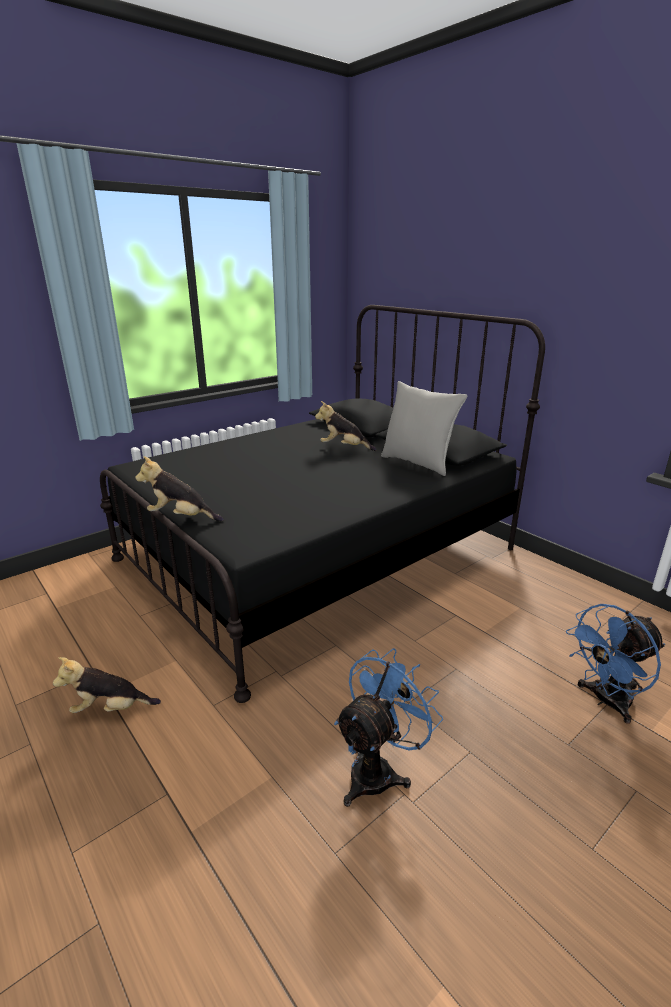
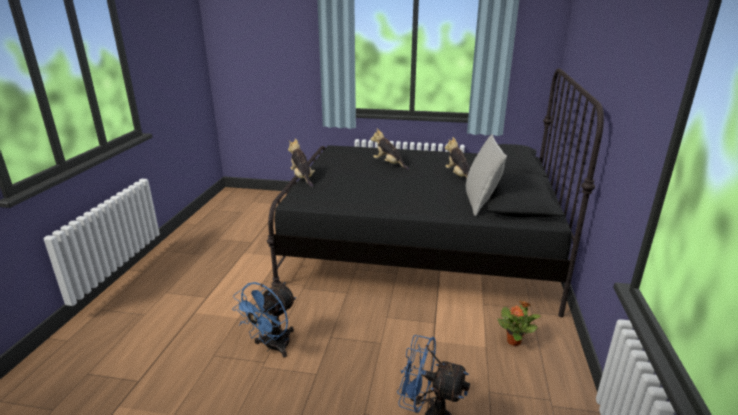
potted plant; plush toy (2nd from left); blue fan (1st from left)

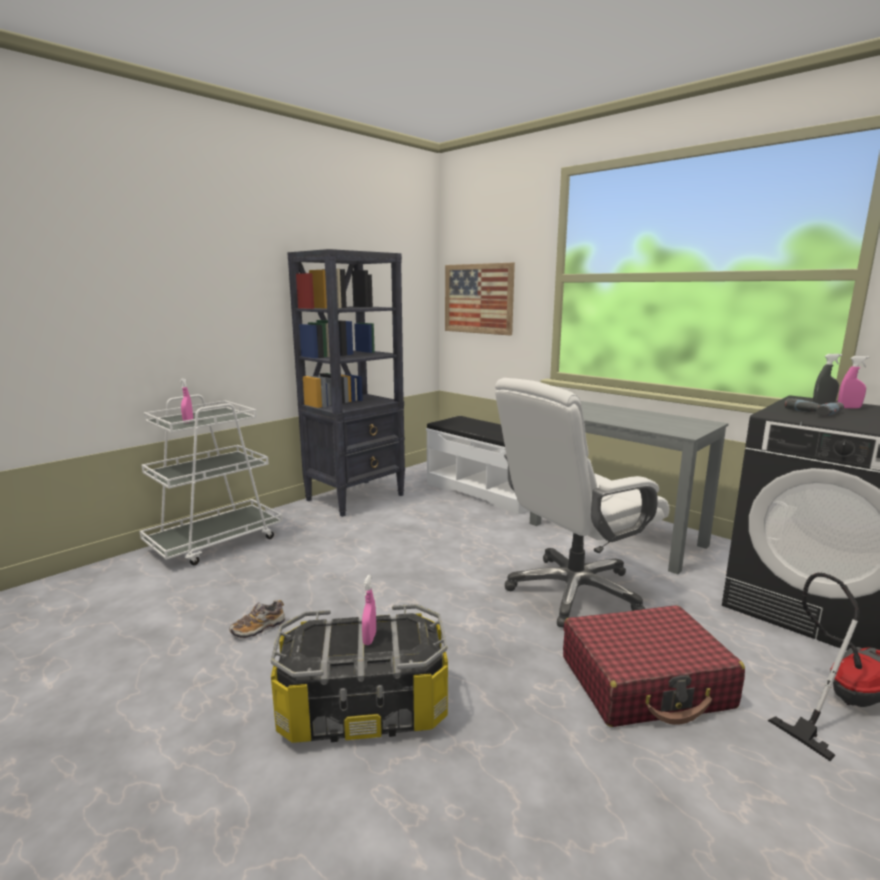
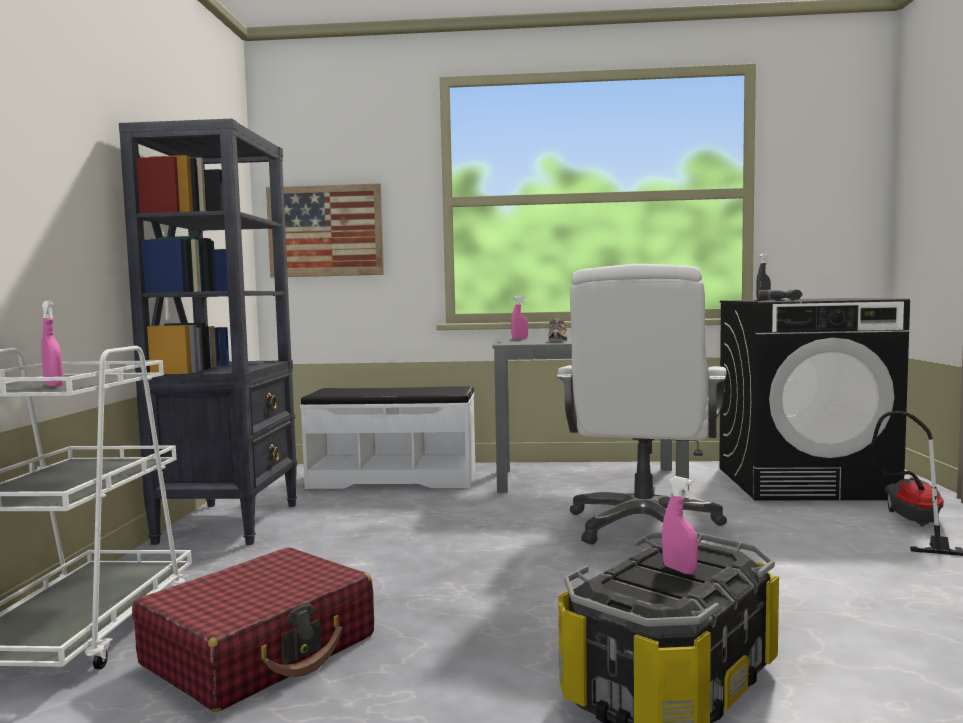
shoe; red suitcase; pink spray bottle (2nd from left)

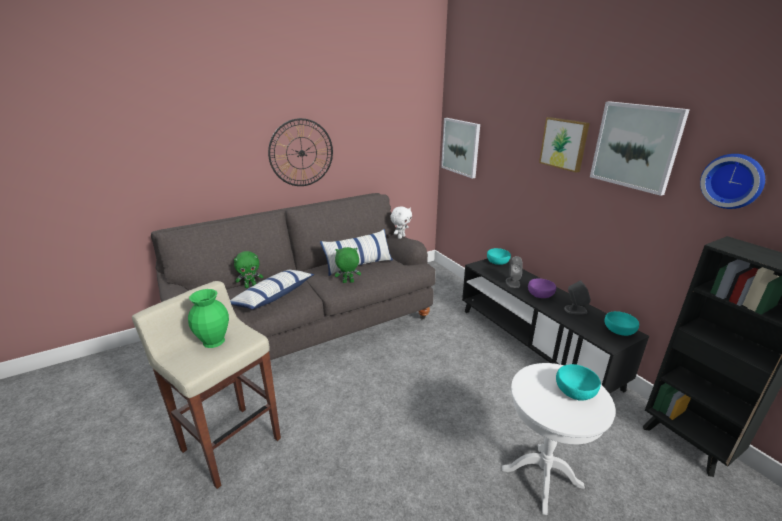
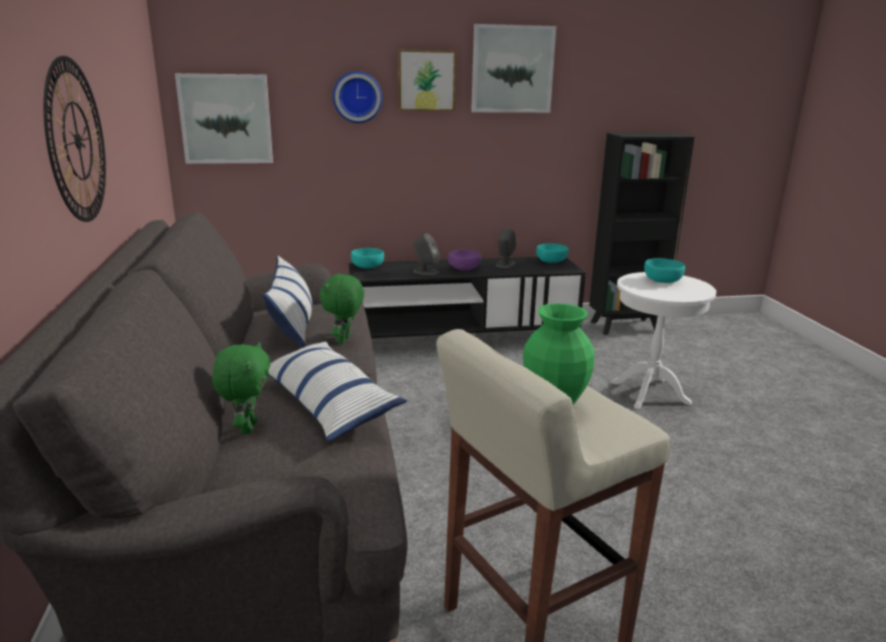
white plush toy; wall clock (2nd from left)

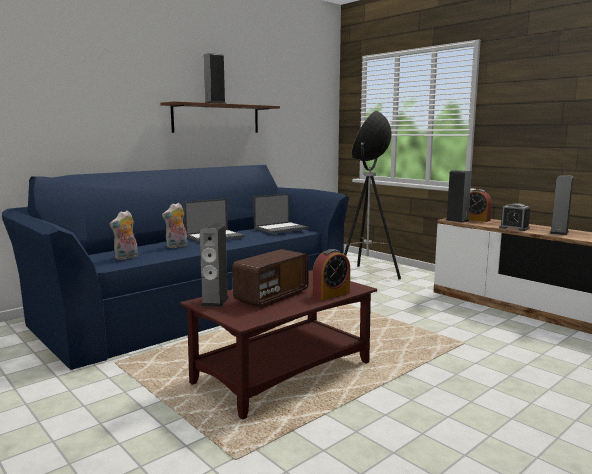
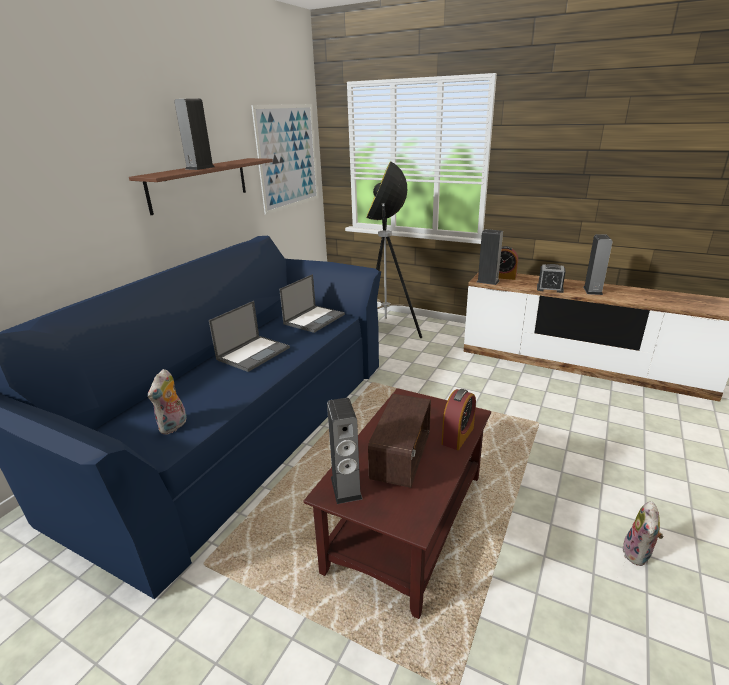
picture; plush toy (2nd from left)

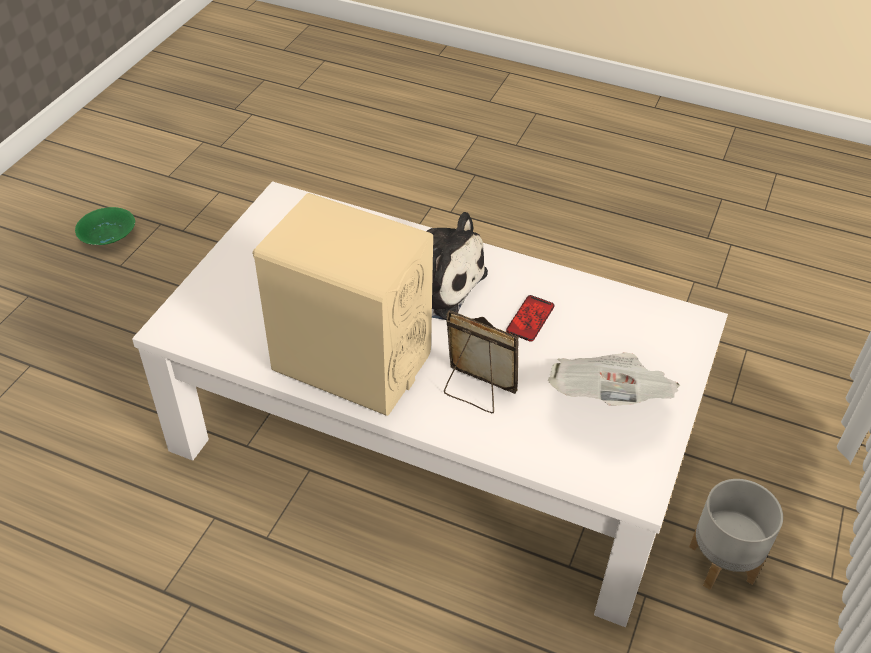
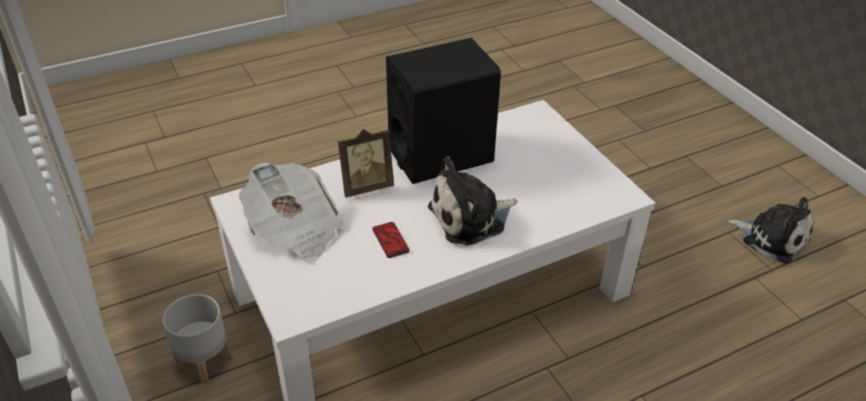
plush toy (2nd from left); black speaker

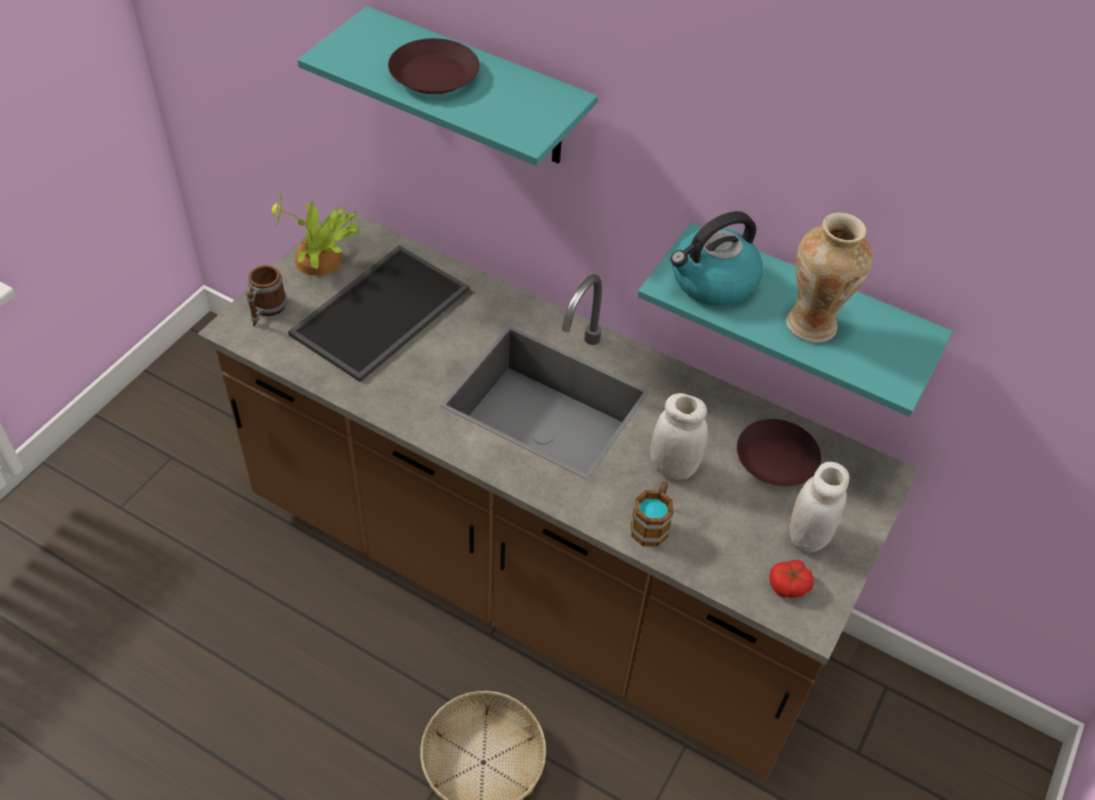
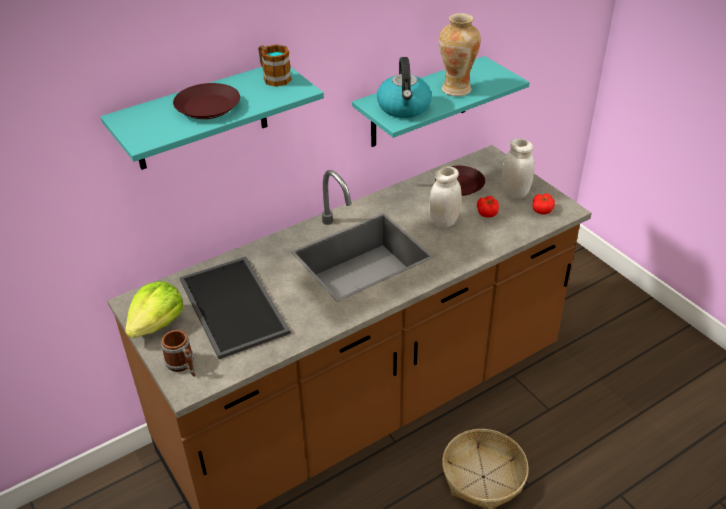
tomato (1st from left); mug (2nd from left); lettuce

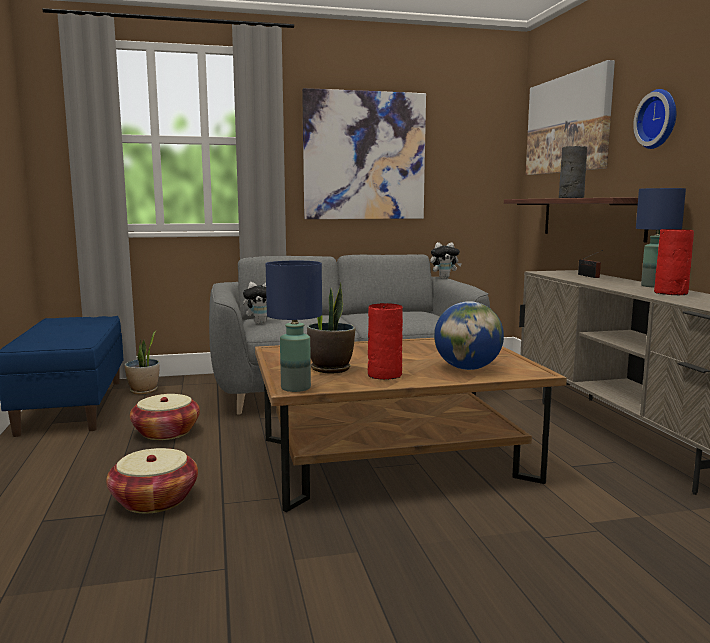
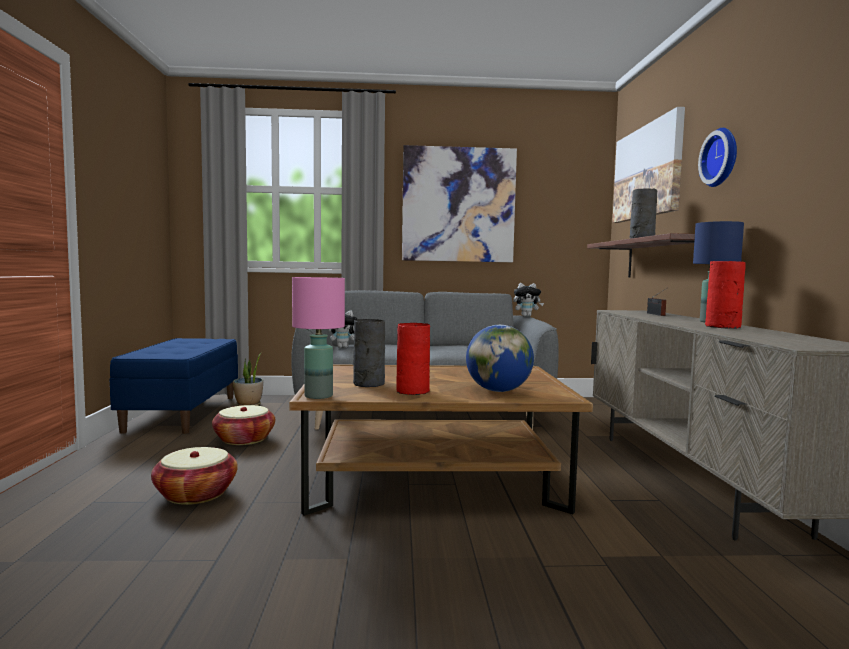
grey vase (1st from left); pink table lamp

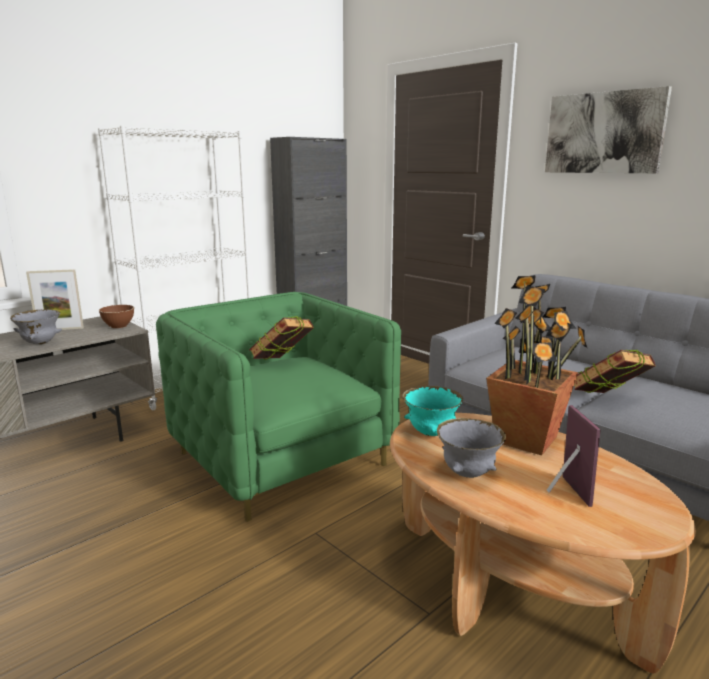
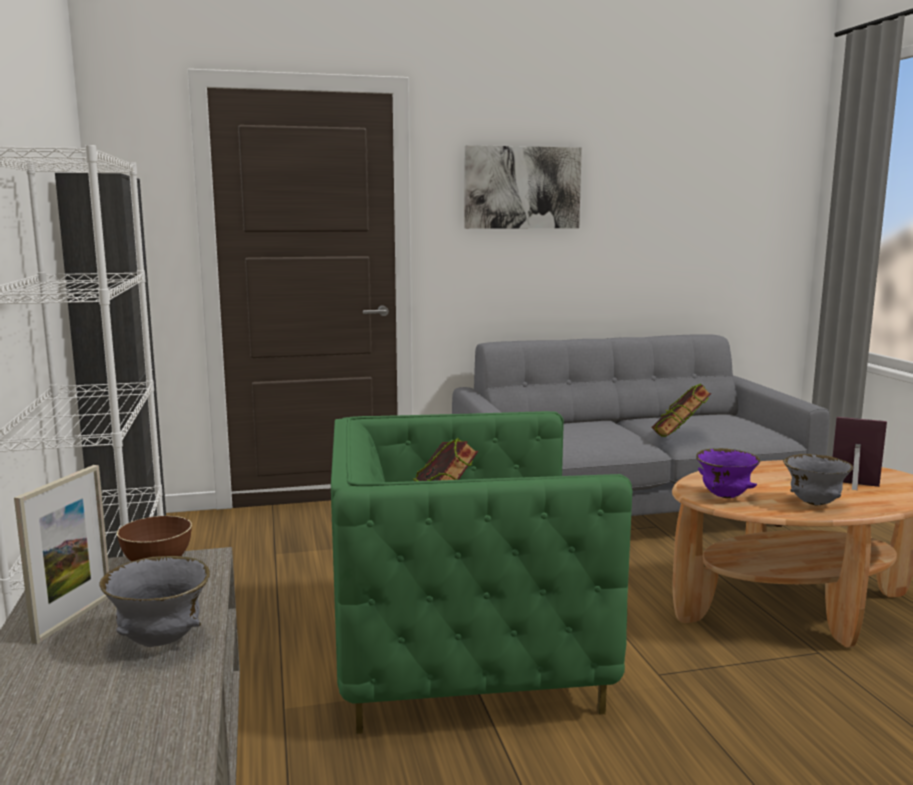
potted plant; purple bowl

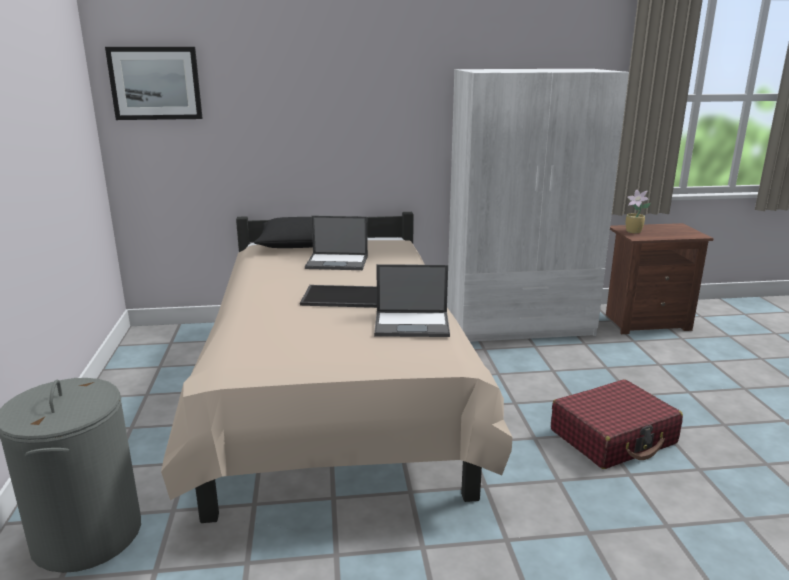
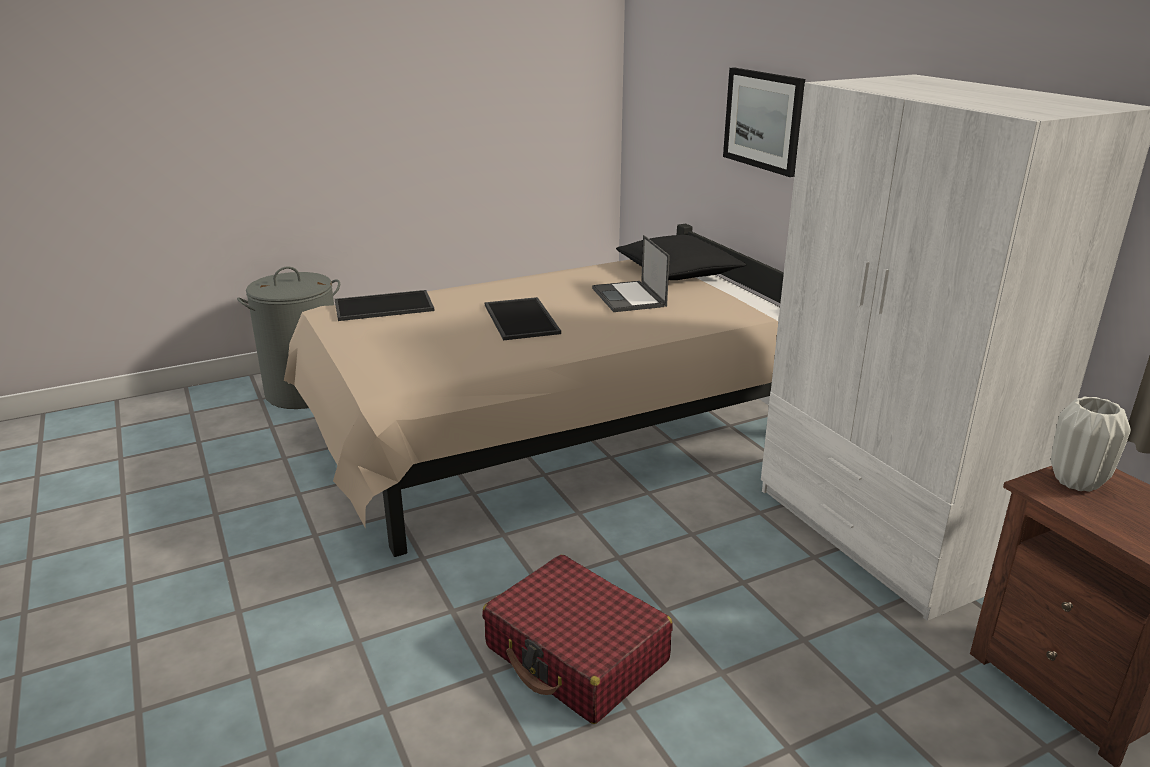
laptop (2nd from left in the first image); tray (1st from left); picture; white vase

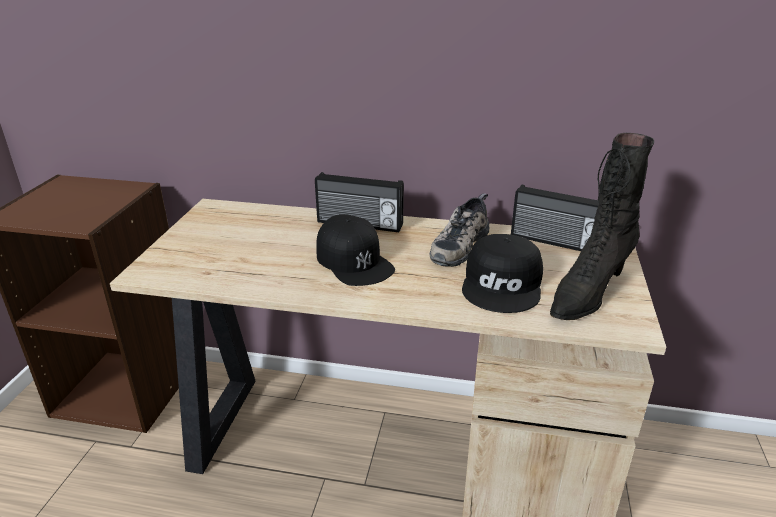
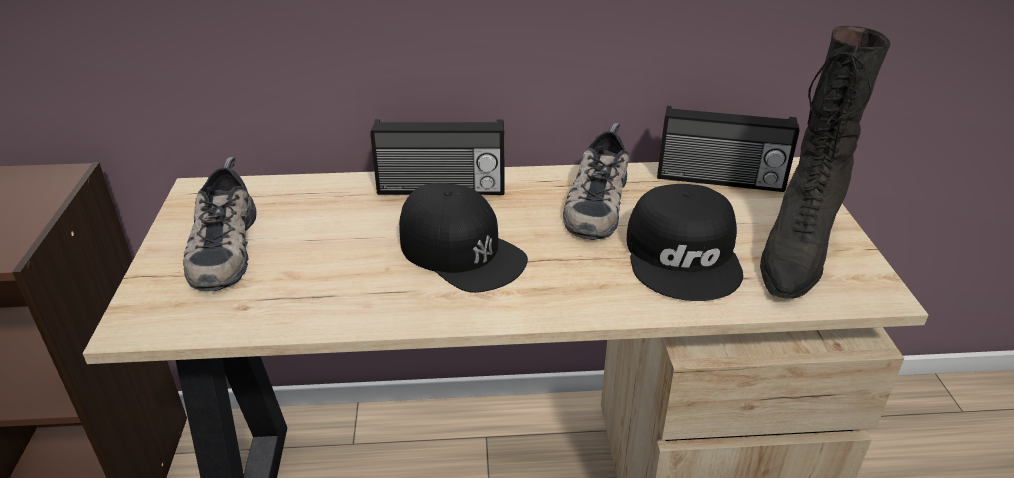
shoe (1st from left)

